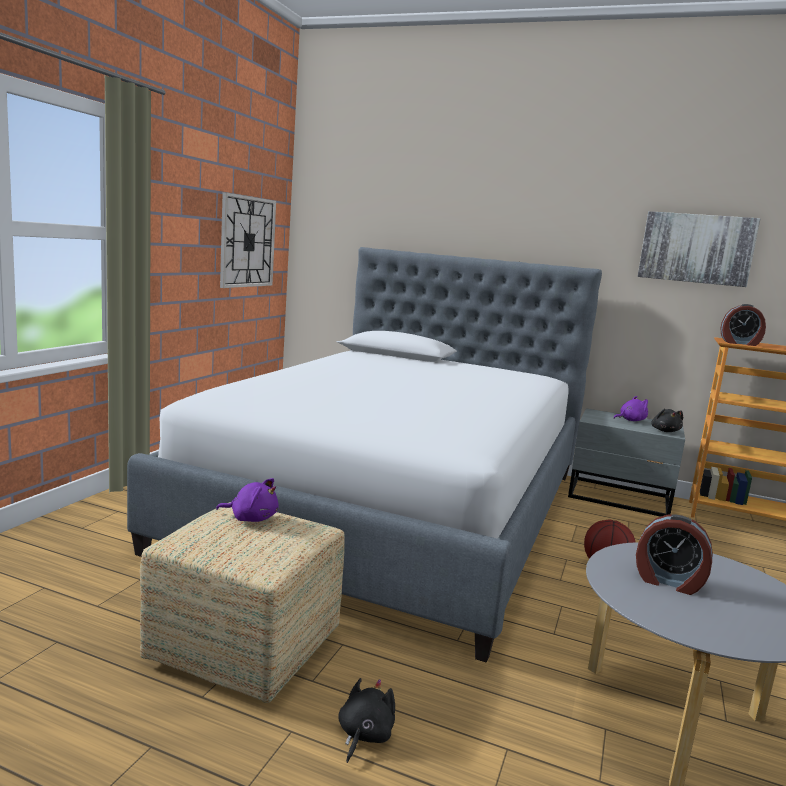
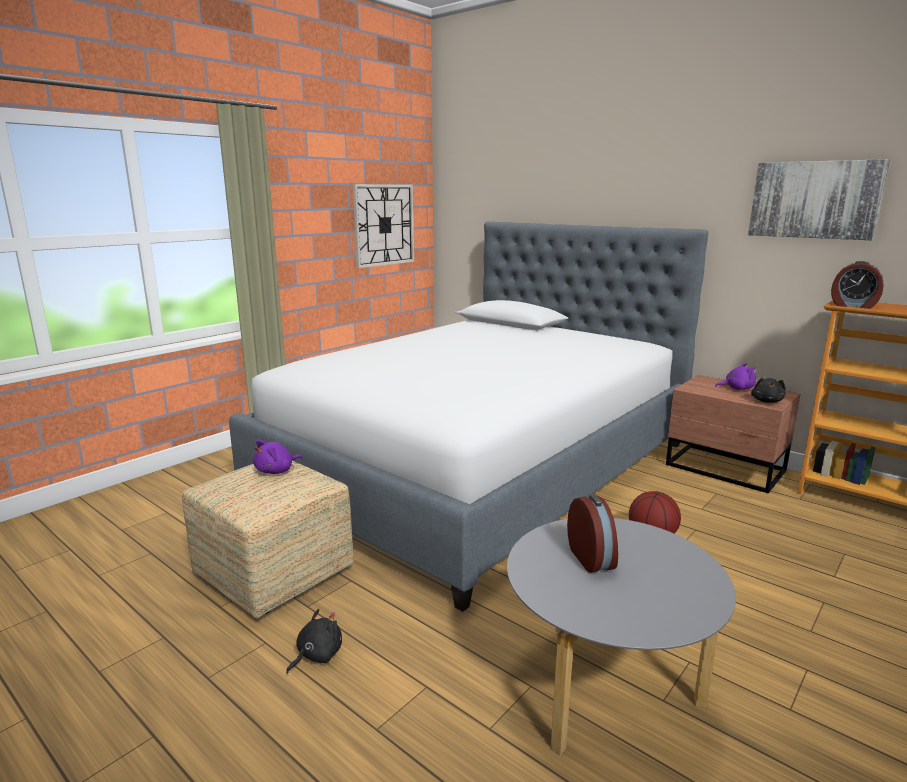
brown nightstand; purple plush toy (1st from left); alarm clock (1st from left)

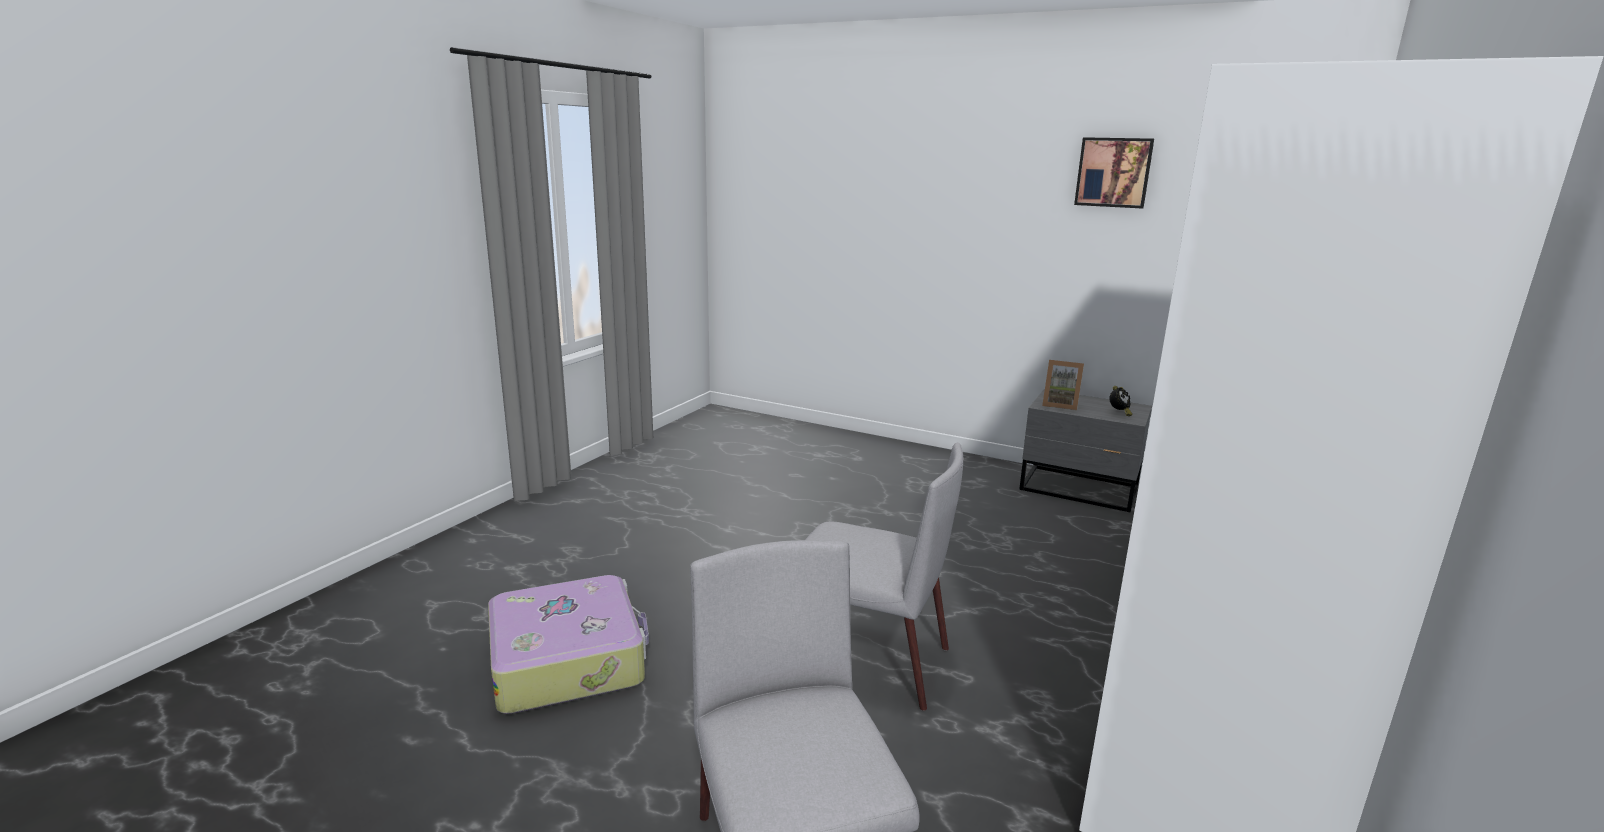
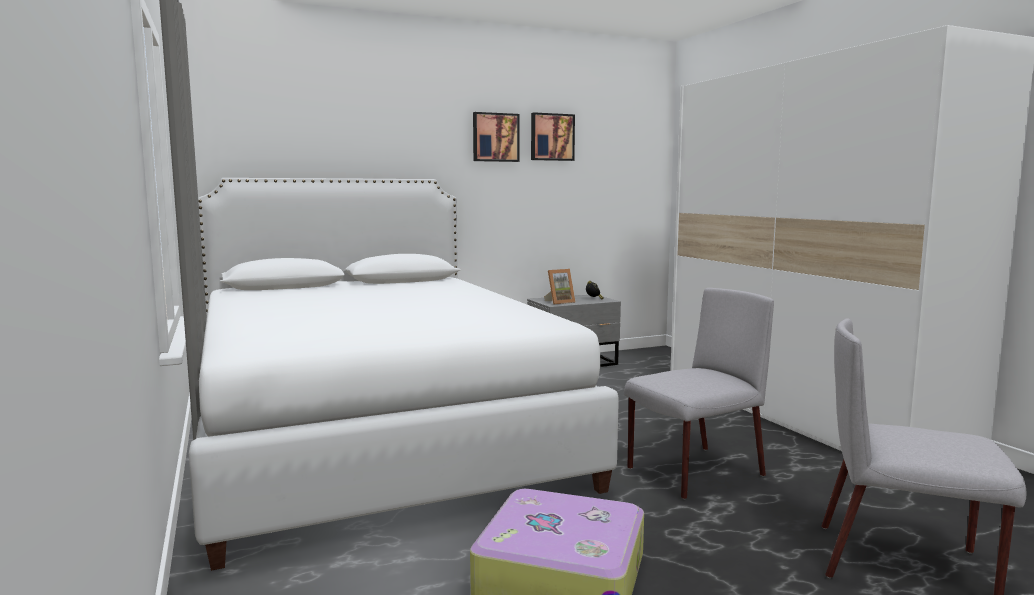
white bed; picture (1st from left)

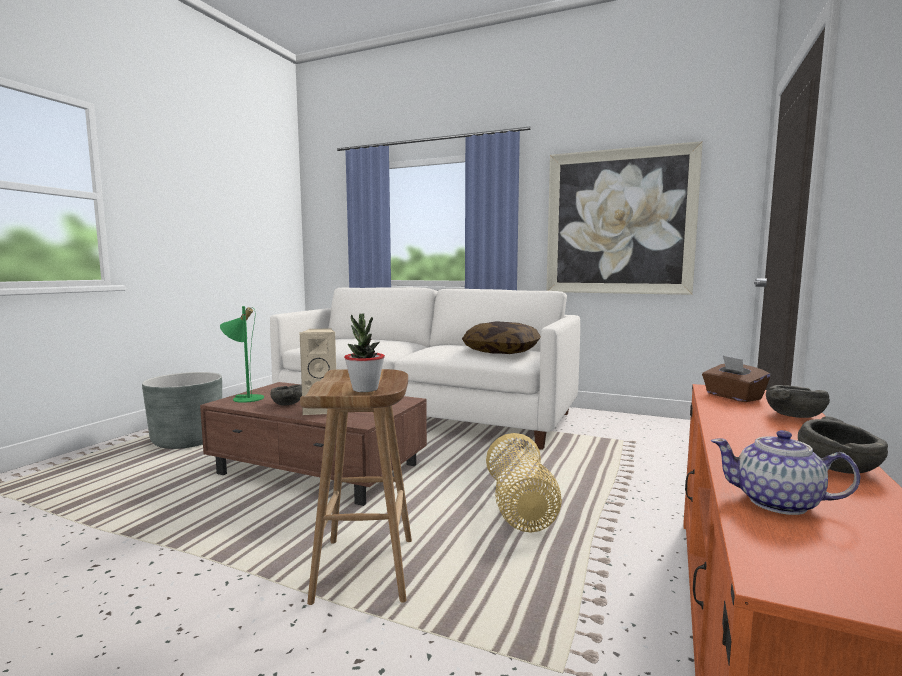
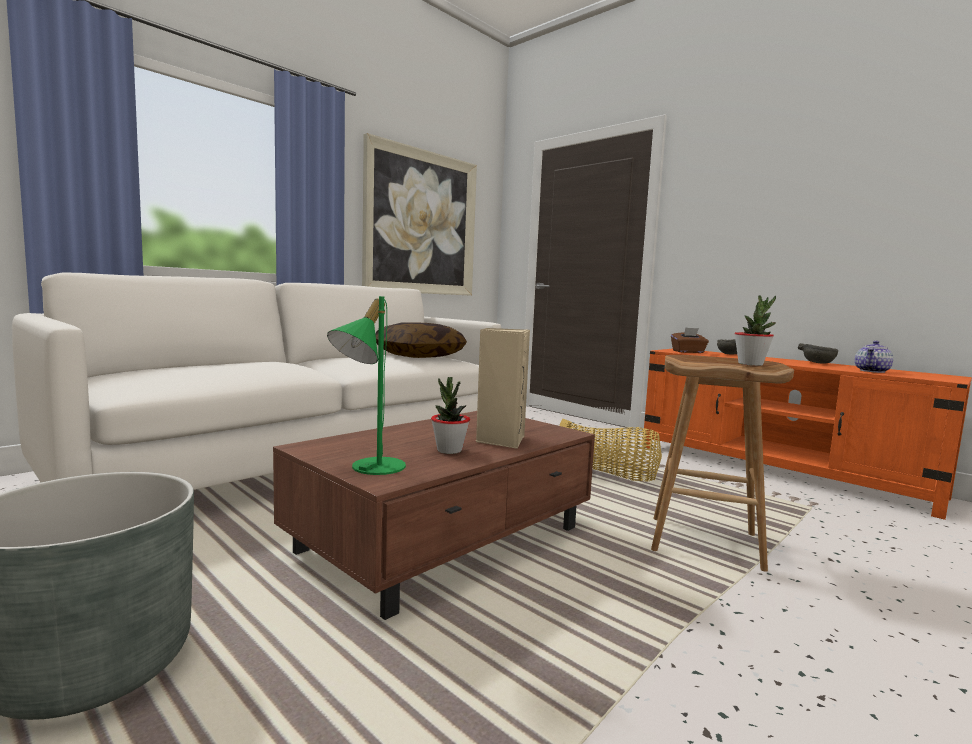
potted plant (1st from left)

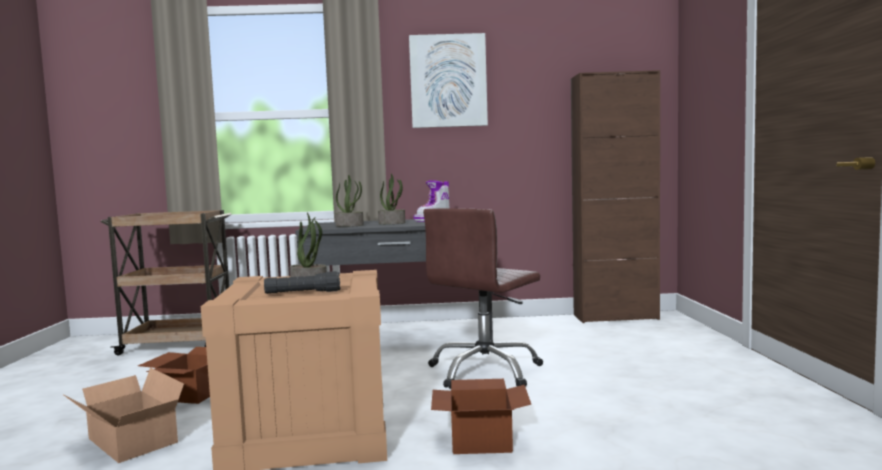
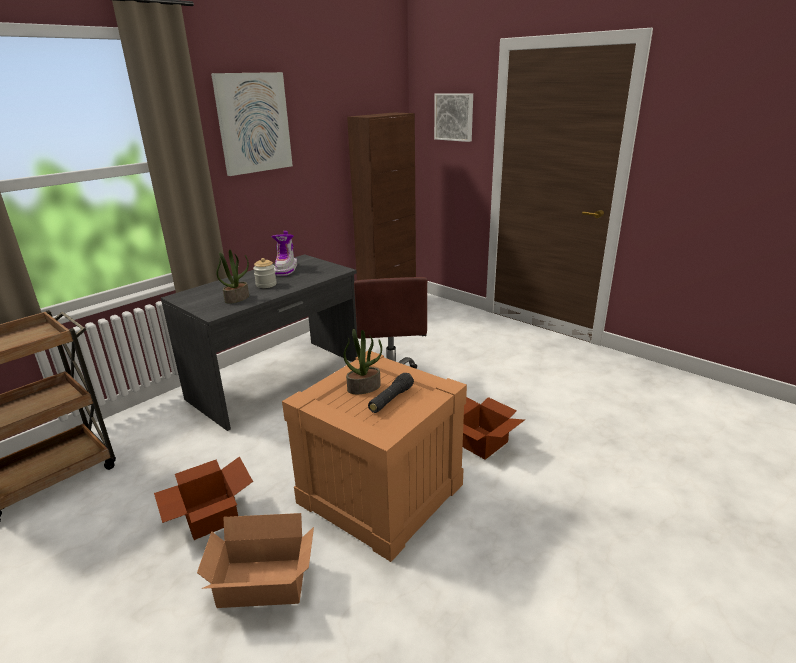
picture (2nd from left); jar

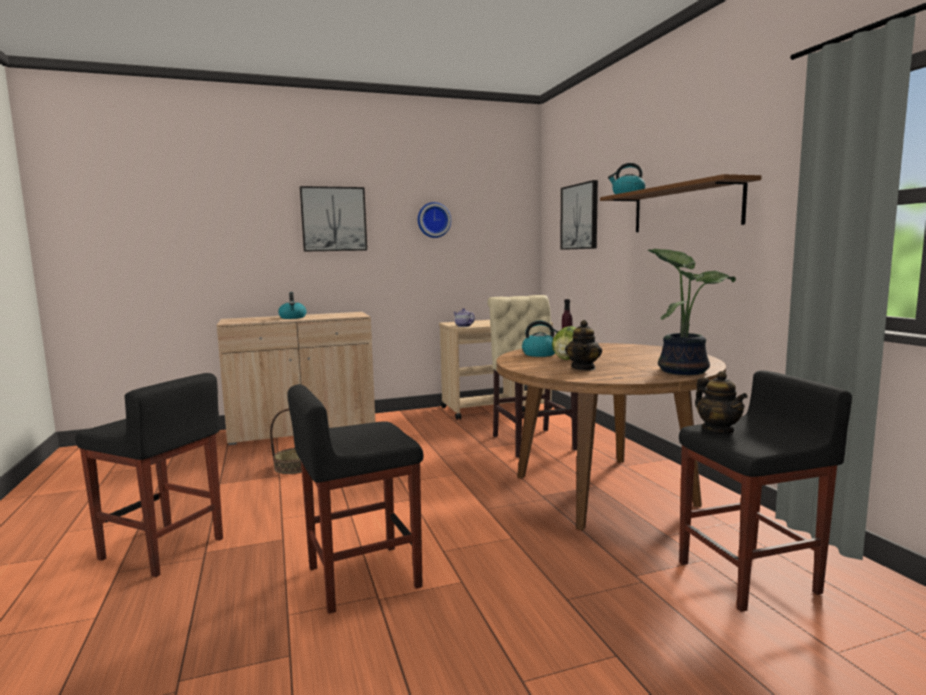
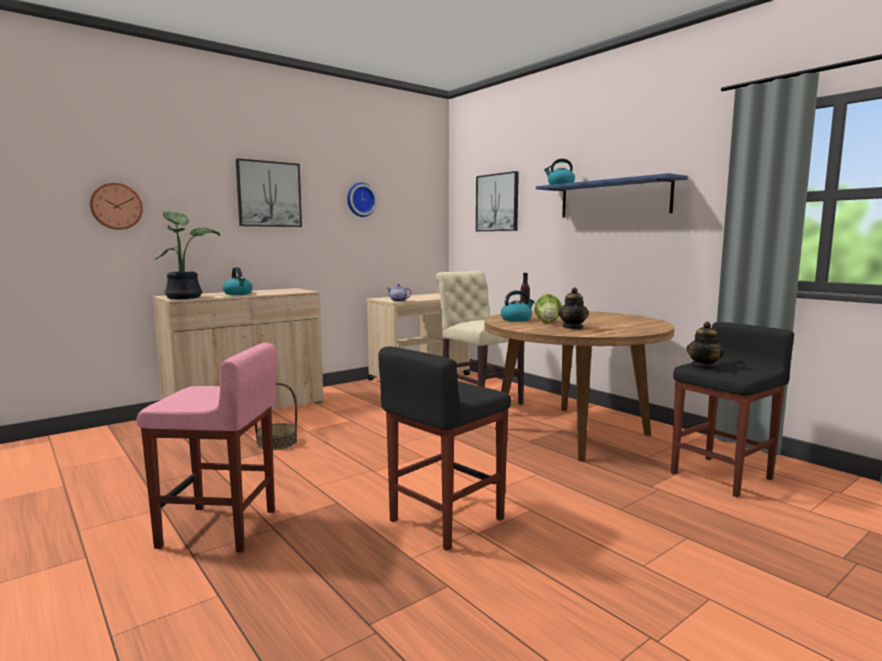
wall clock (1st from left); potted plant; pink stool; blue shelf; teapot (3rd from left)

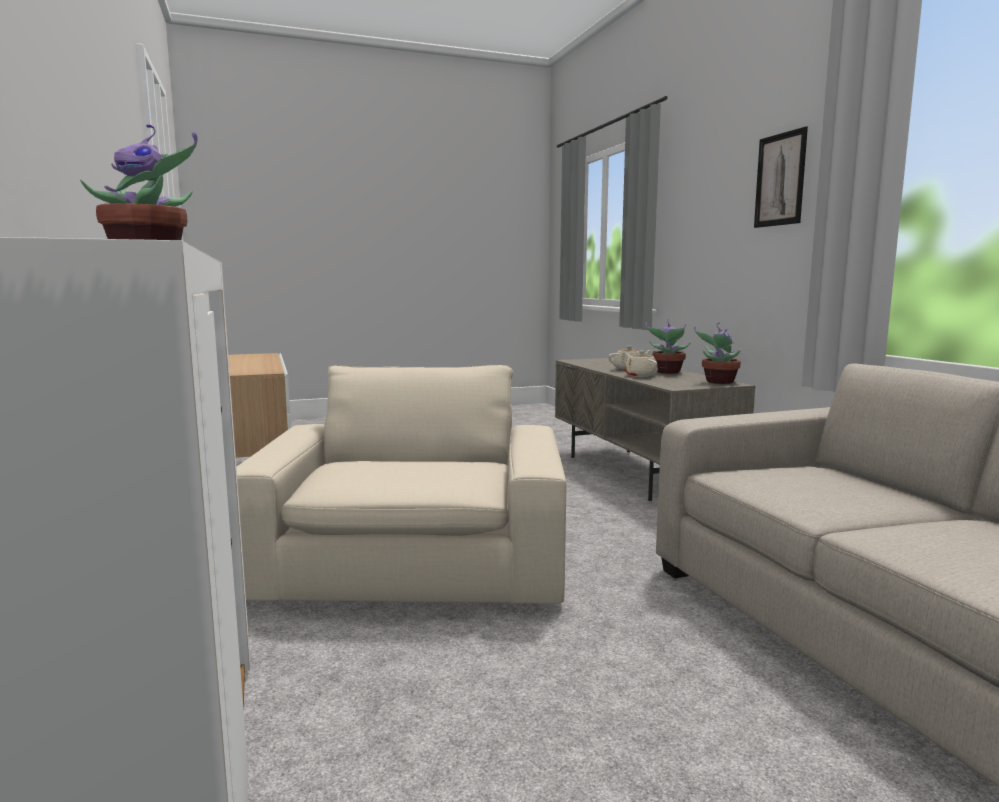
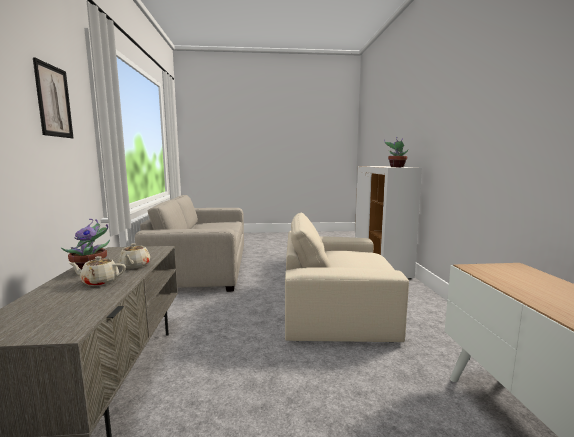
potted plant (3rd from left in the first image); beige armchair

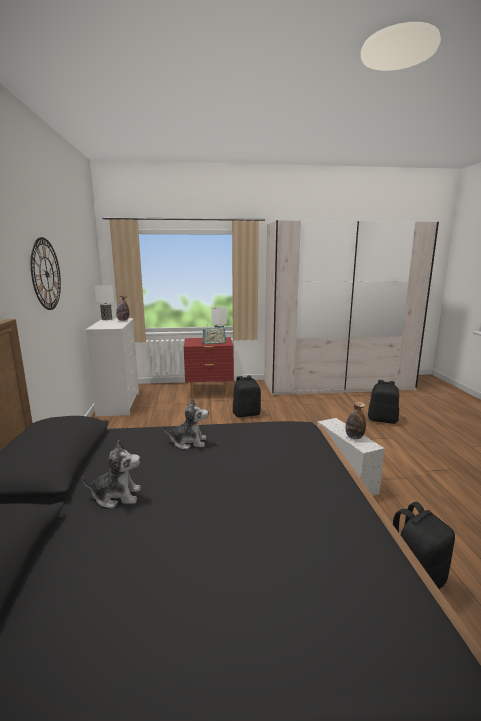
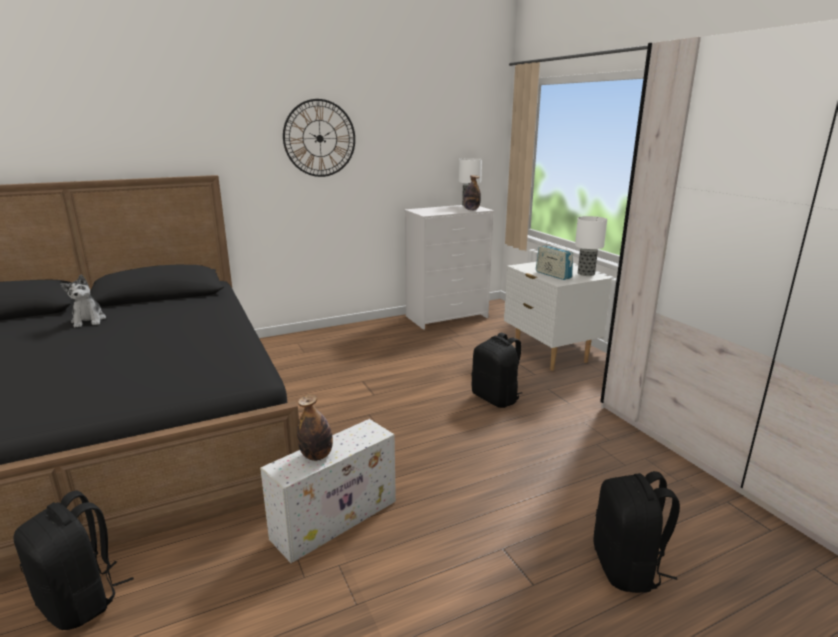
plush toy (2nd from left in the first image); white nightstand

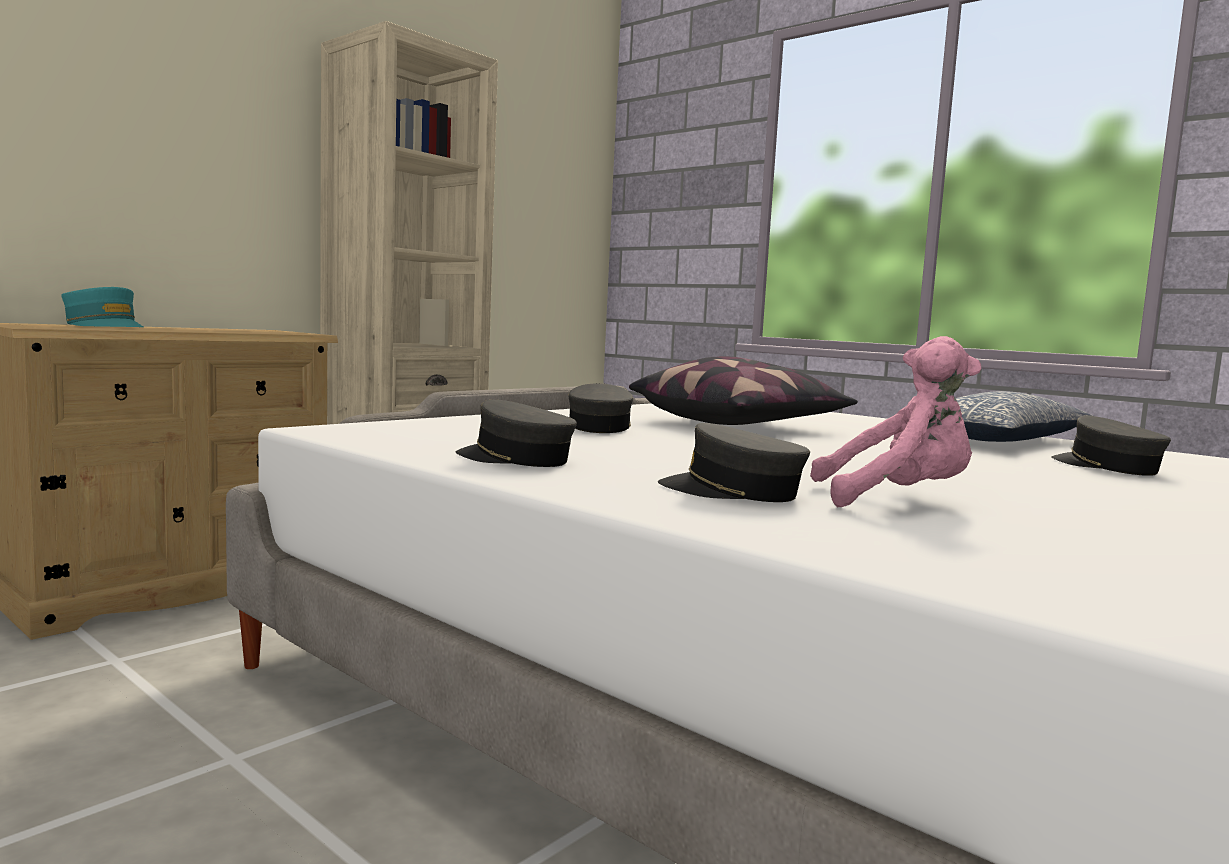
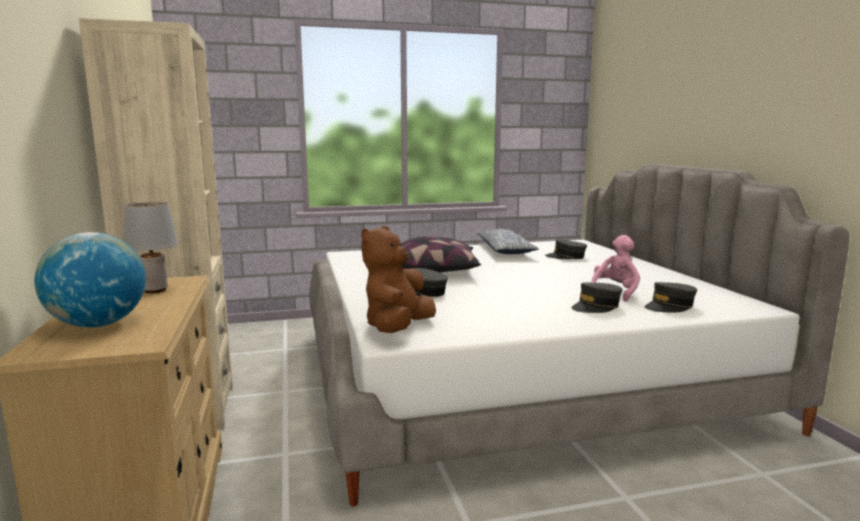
grey table lamp; brown plush toy; grey cap (4th from left); globe

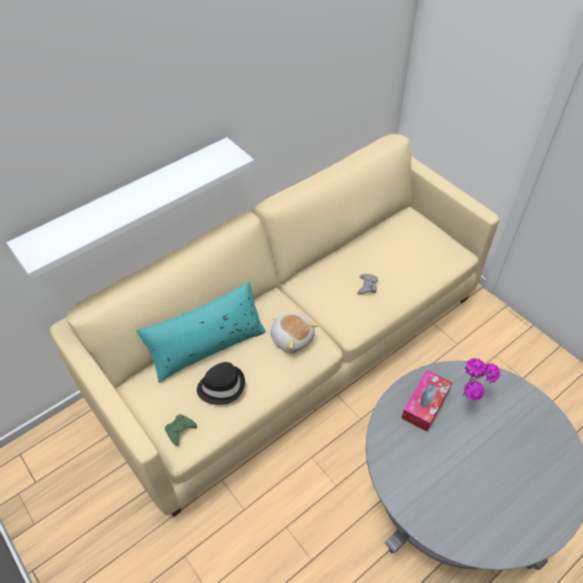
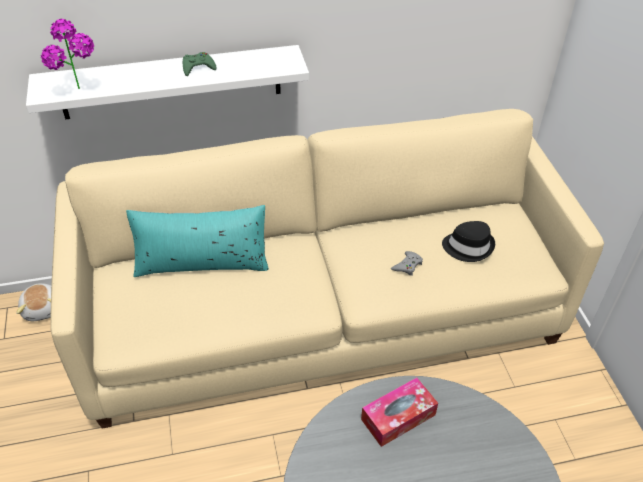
green game controller; black hat; plush toy; potted plant

